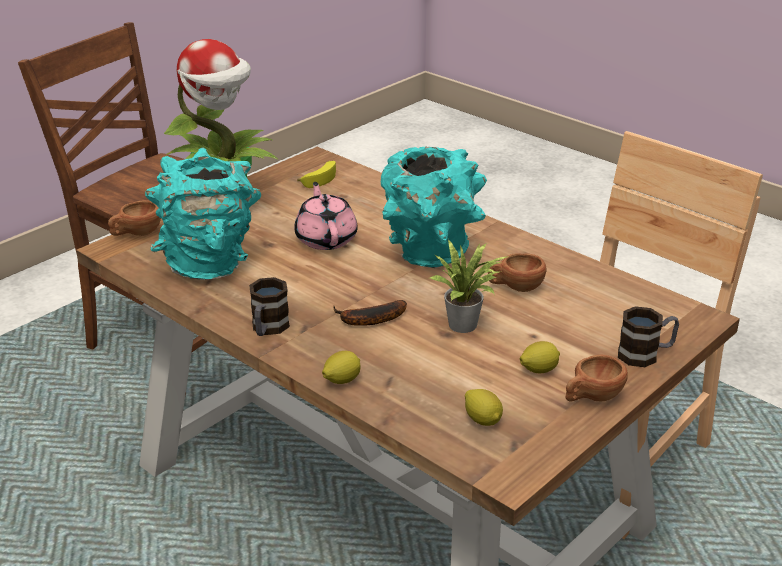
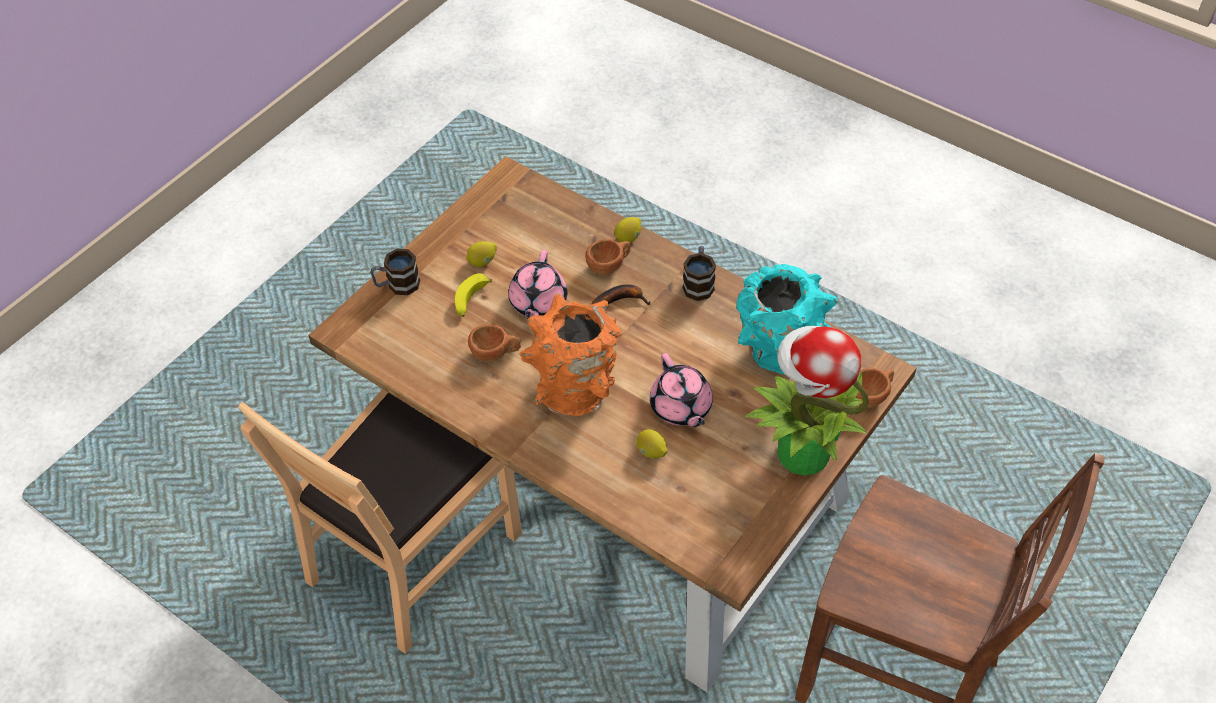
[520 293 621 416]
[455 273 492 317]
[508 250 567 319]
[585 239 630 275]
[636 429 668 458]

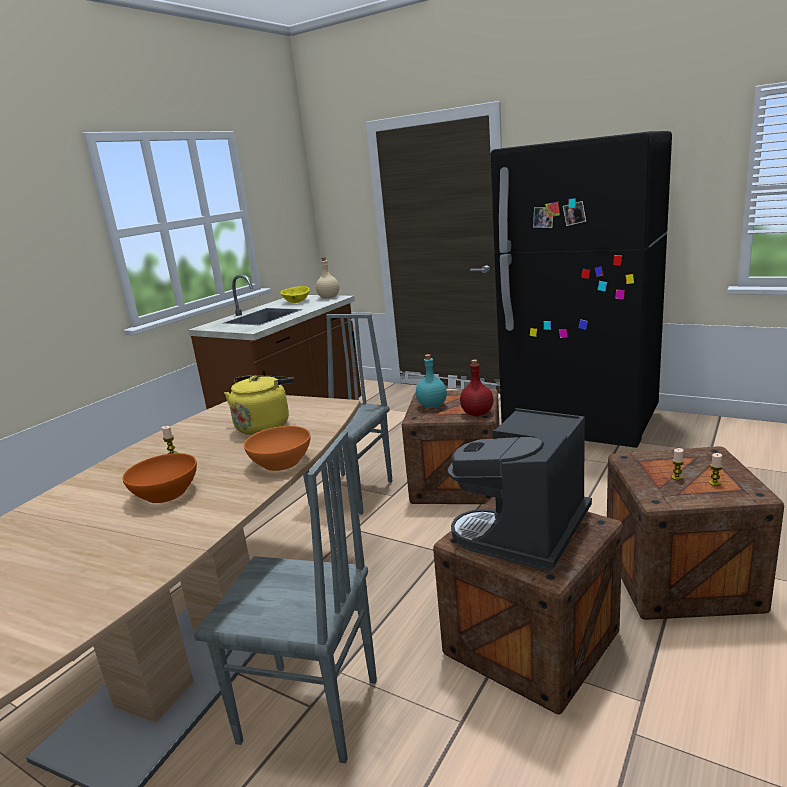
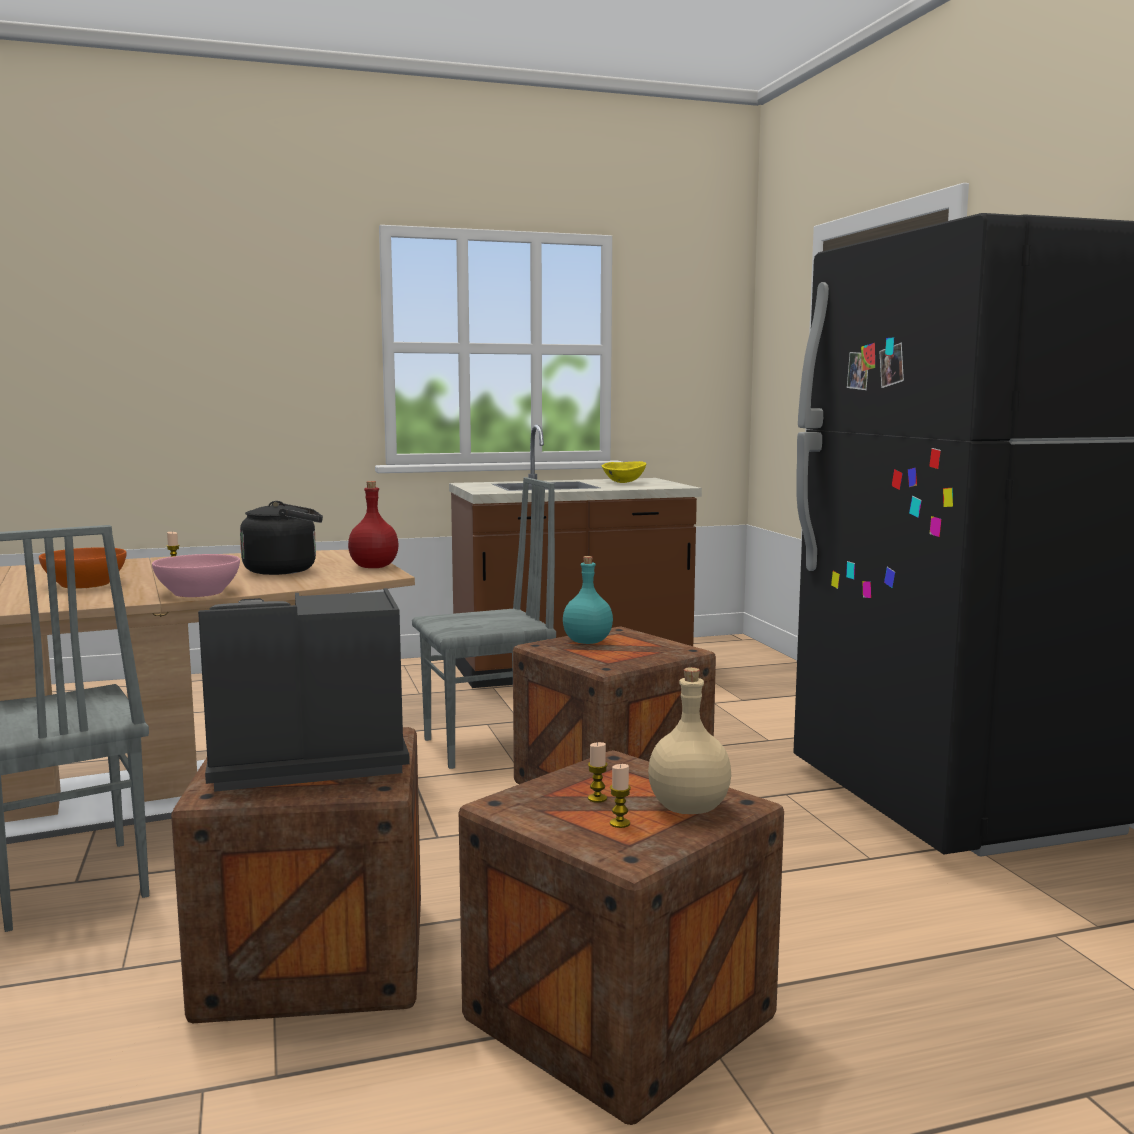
[648 667 731 814]
[348 481 399 568]
[240 501 323 575]
[152 554 240 597]

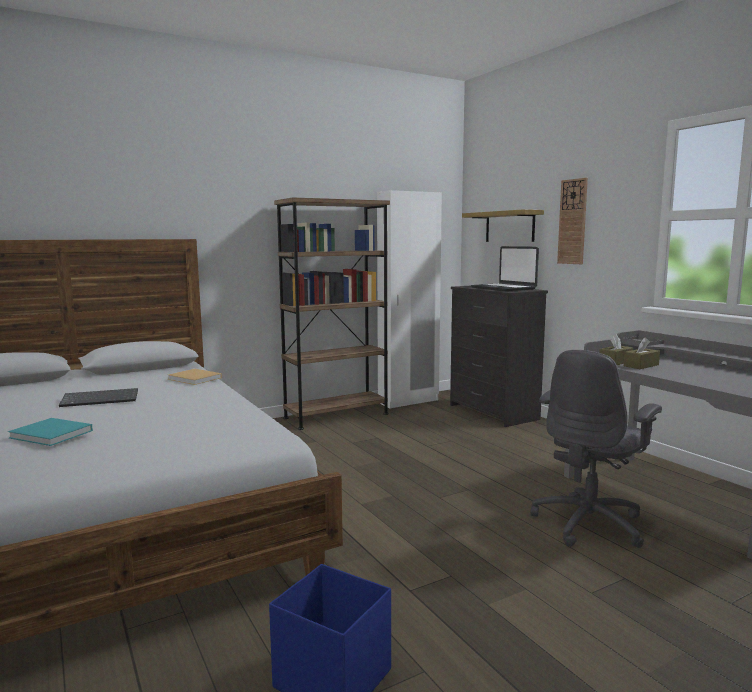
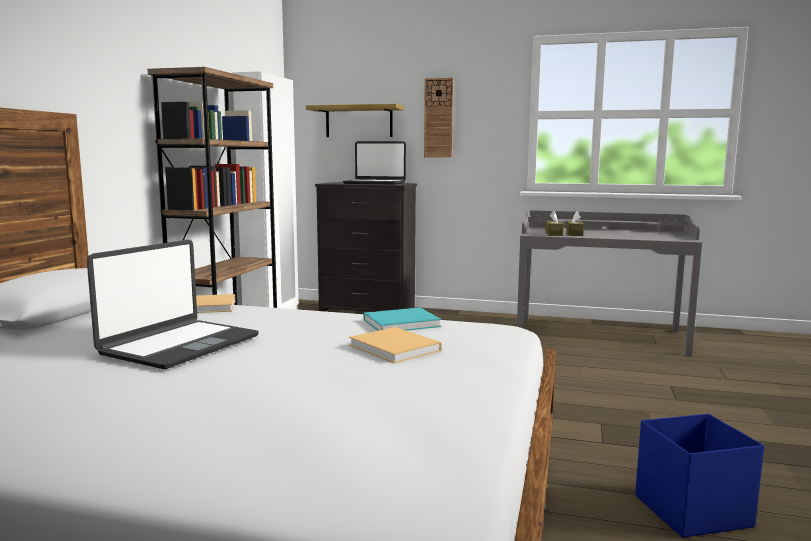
[530 350 662 548] (first image)
[87 240 259 369]
[364 307 441 331]
[349 327 442 363]

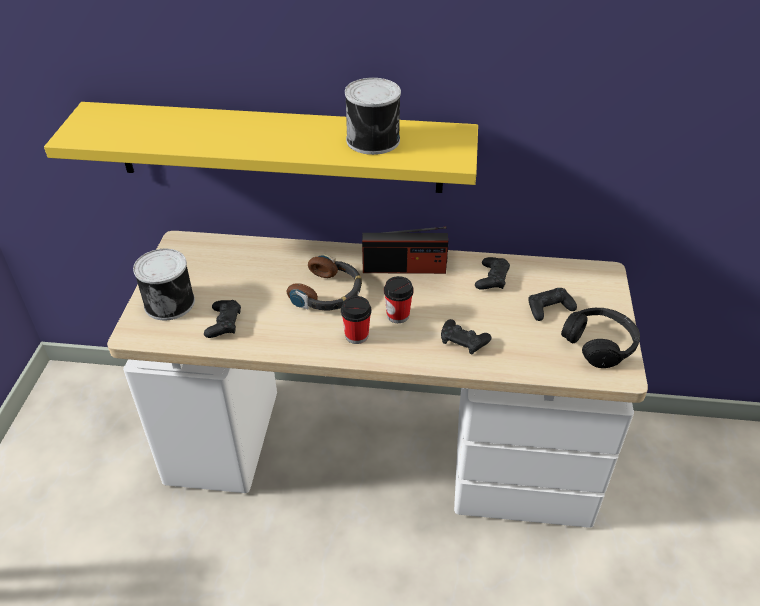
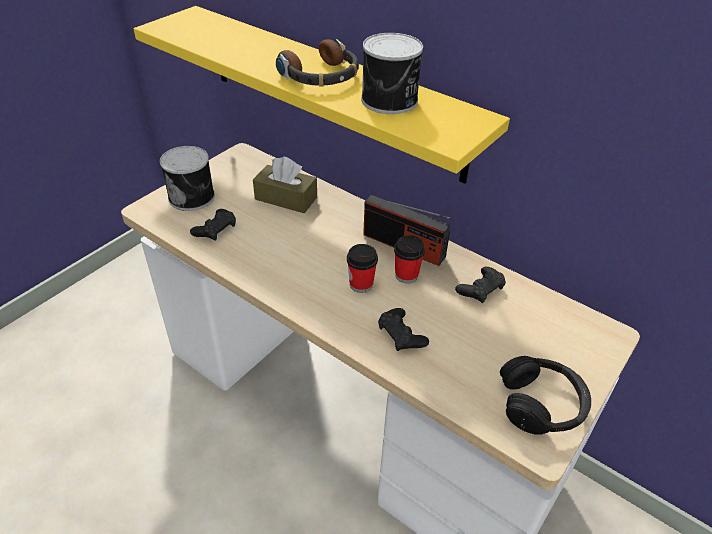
[276 39 359 87]
[528 288 577 321] (first image)
[394 235 425 284]
[253 157 317 213]

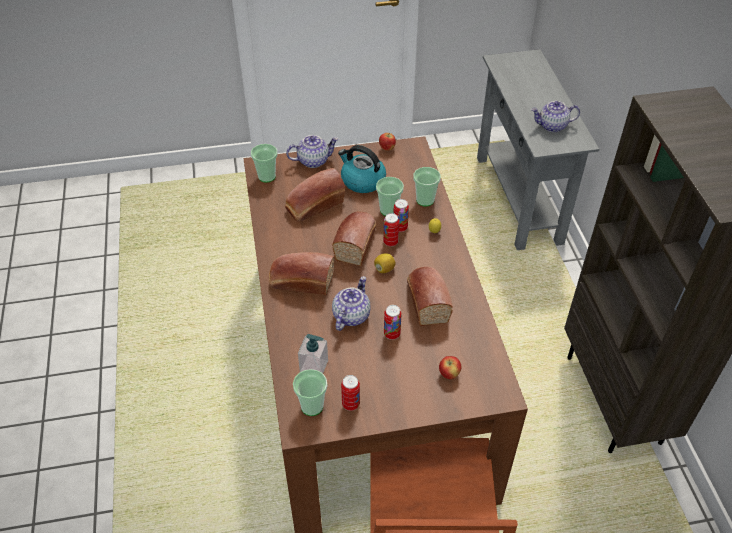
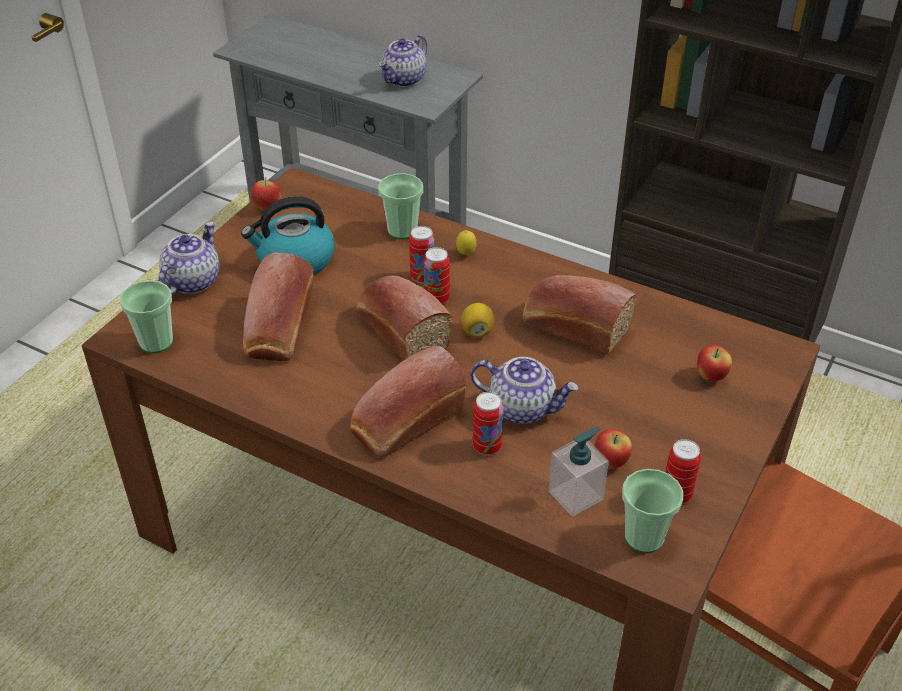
[376 177 404 216] (first image)
[471 357 579 424]
[473 392 504 455]
[595 429 632 469]

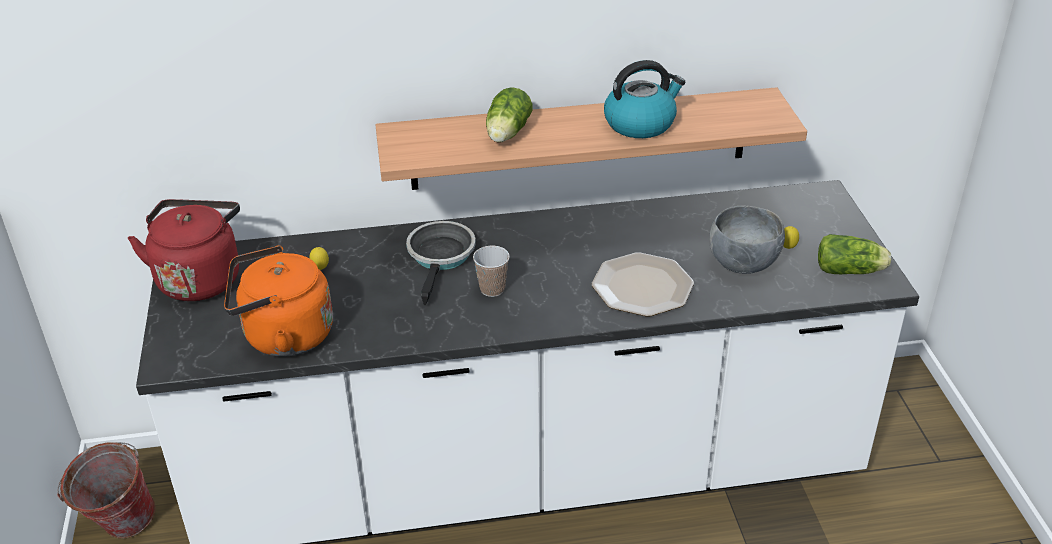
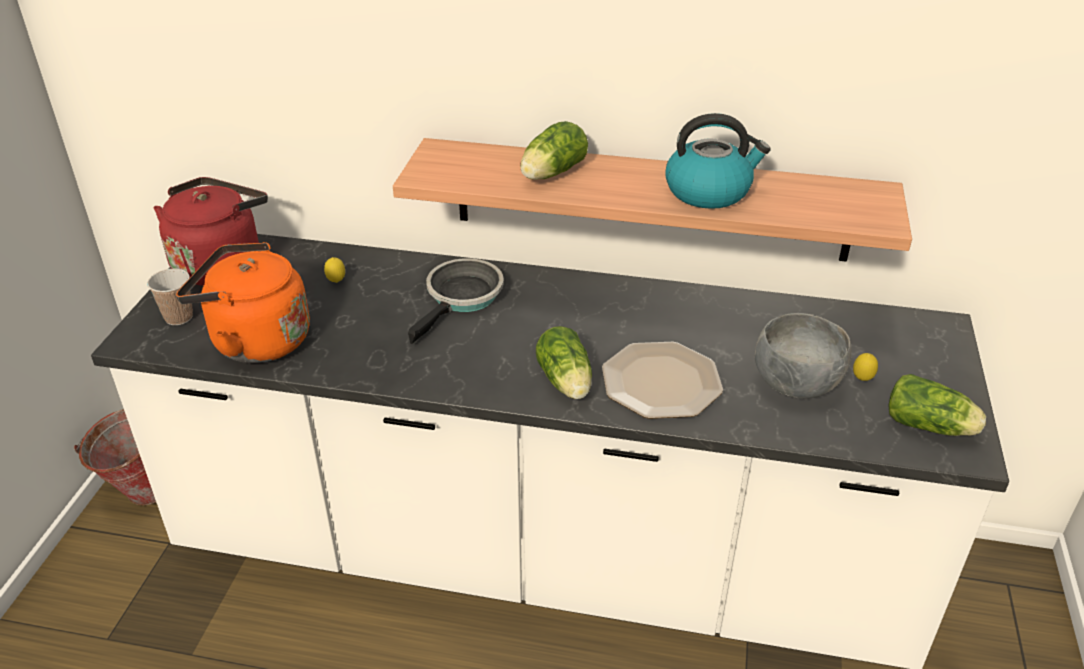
[147 269 193 325]
[536 326 592 399]

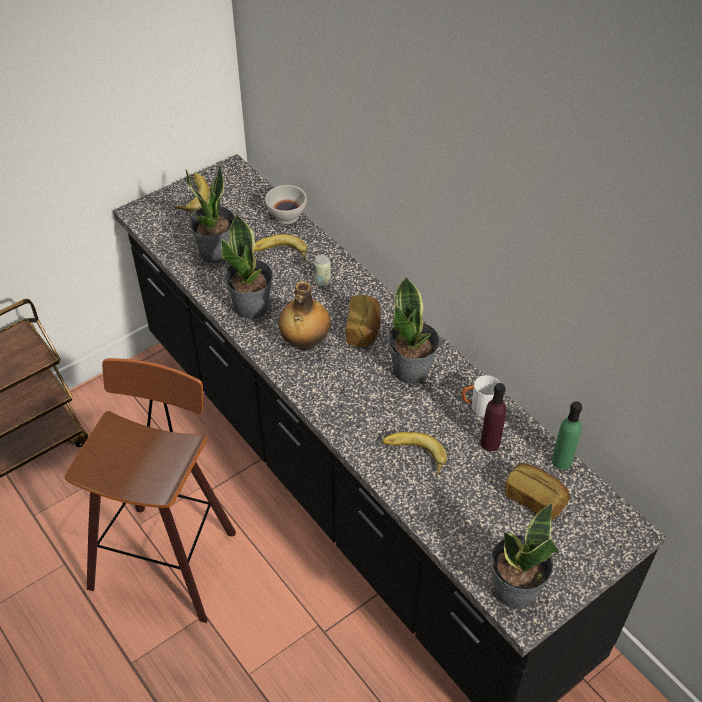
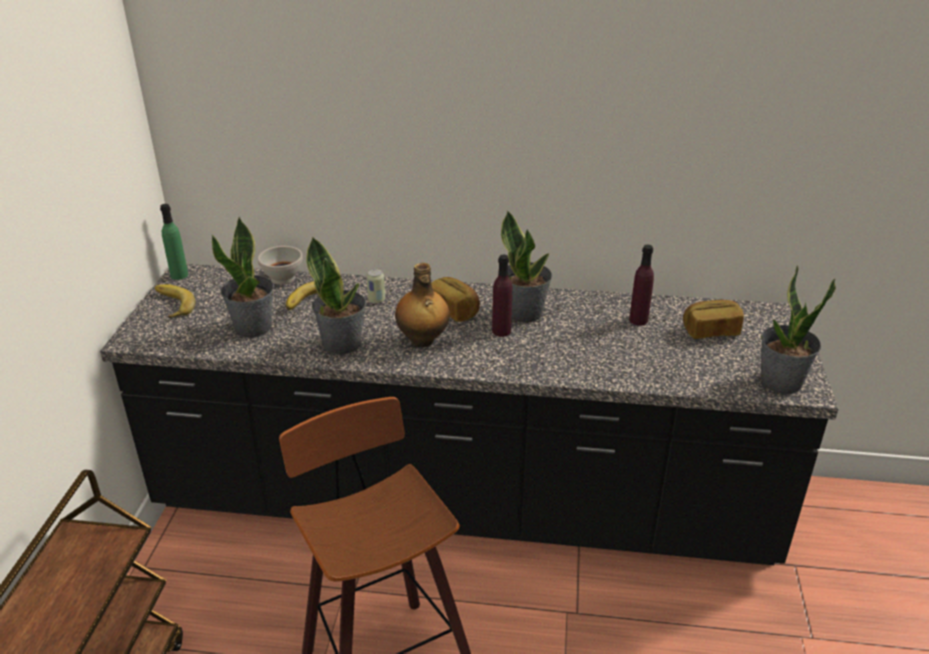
[462 375 500 417] (first image)
[160 204 188 280]
[382 432 447 475] (first image)
[492 255 512 337]

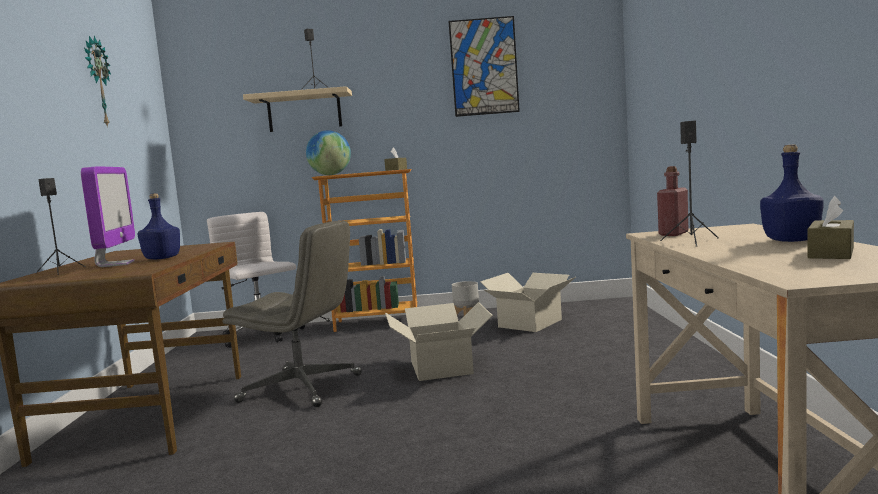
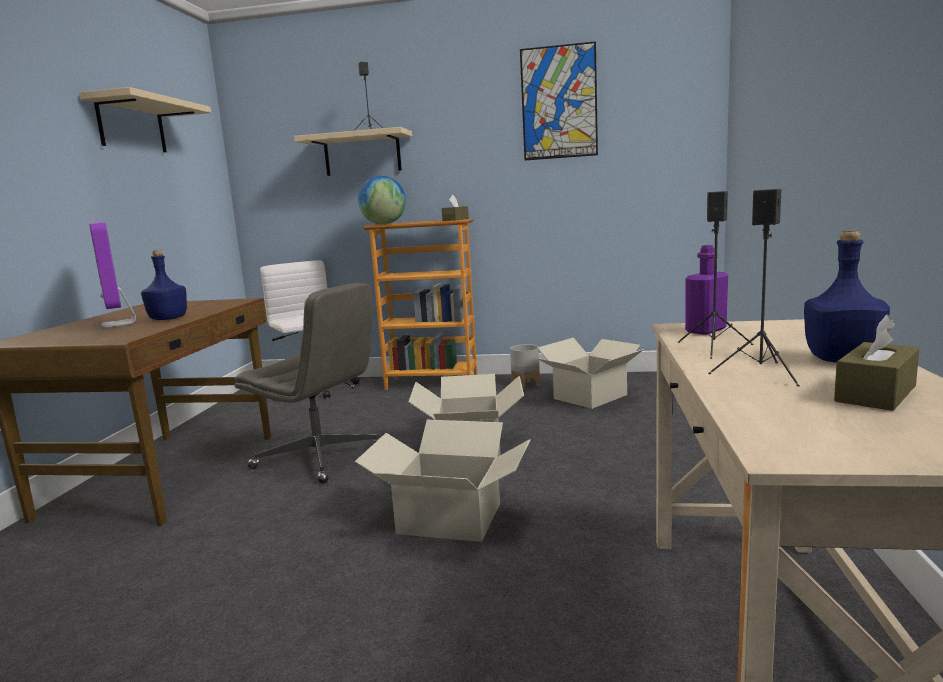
[79 87 211 152]
[89 222 136 328]
[685 245 728 335]
[708 189 800 387]
[355 420 530 542]

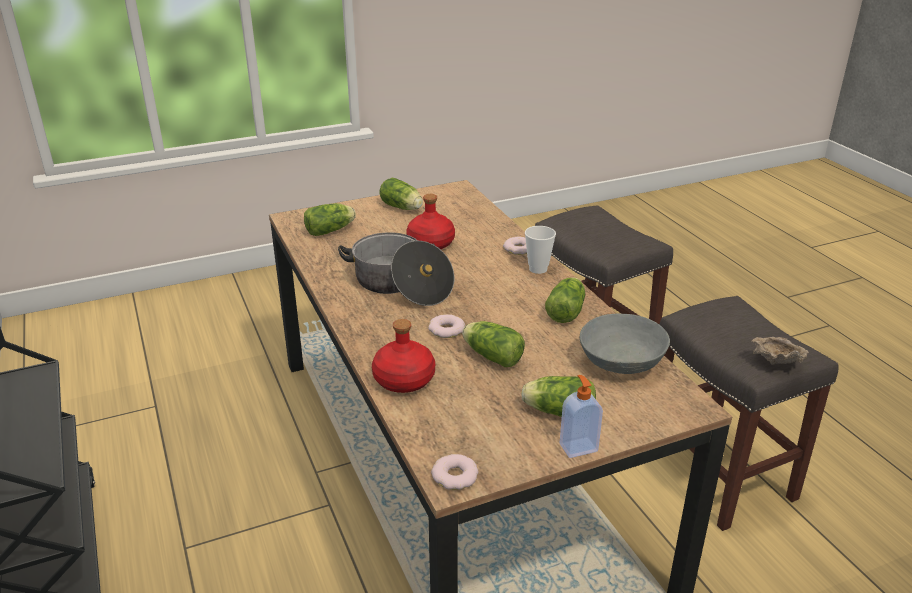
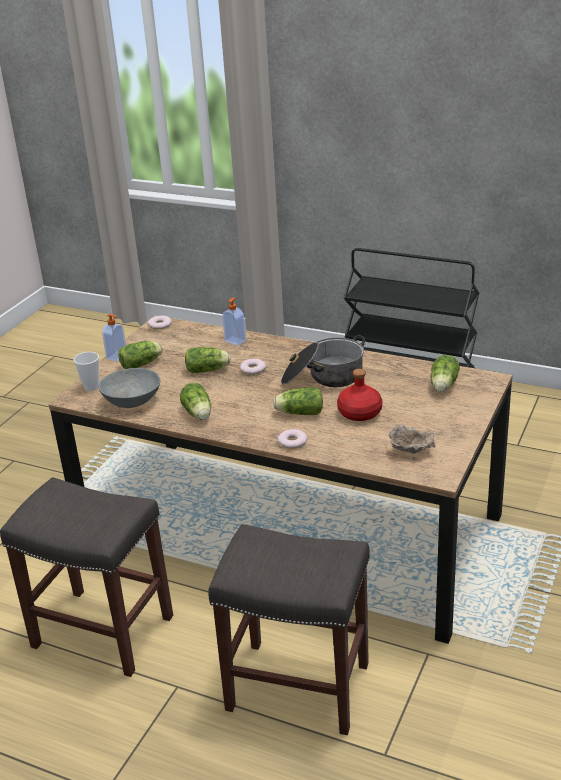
[273 387 323 415]
[73 352 99 391]
[222 297 246 346]
[389 424 435 453]

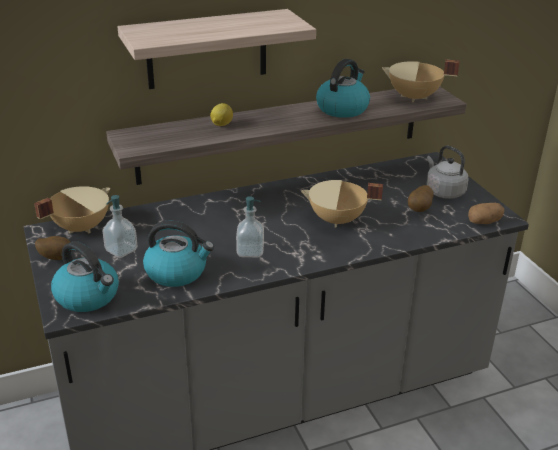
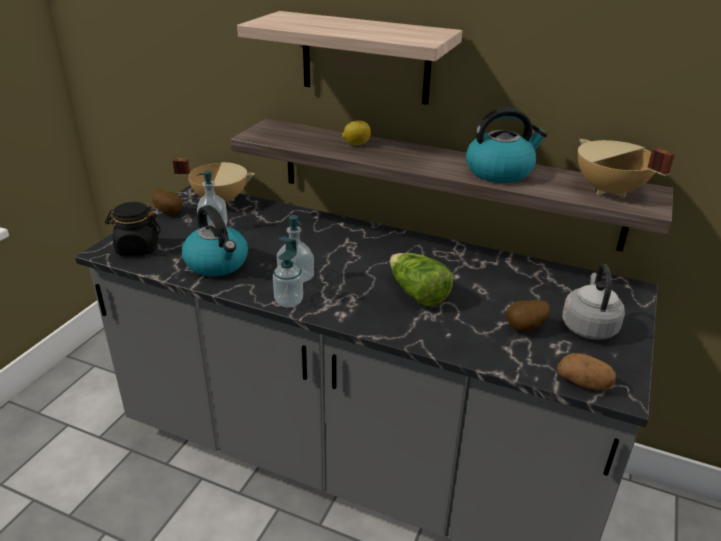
[390 253 453 306]
[105 202 161 255]
[273 236 303 308]

